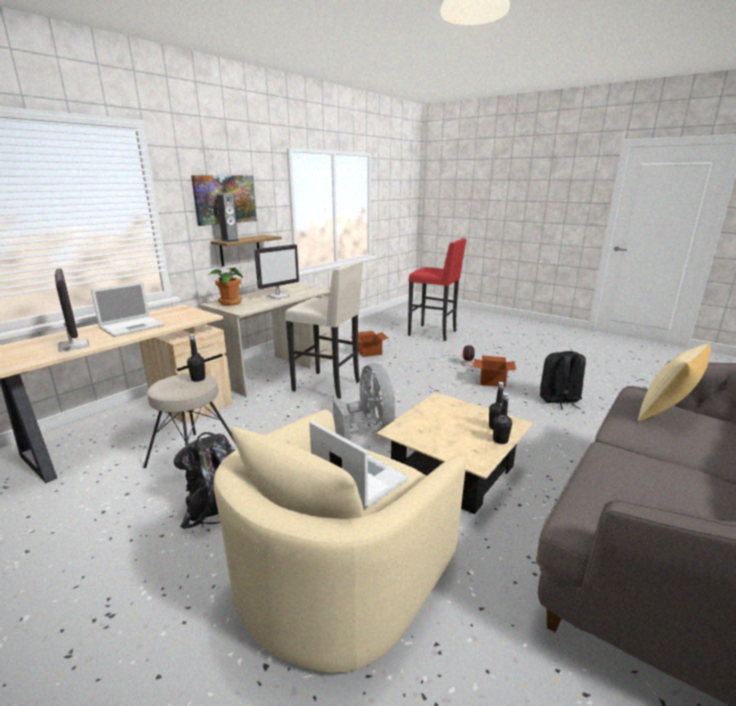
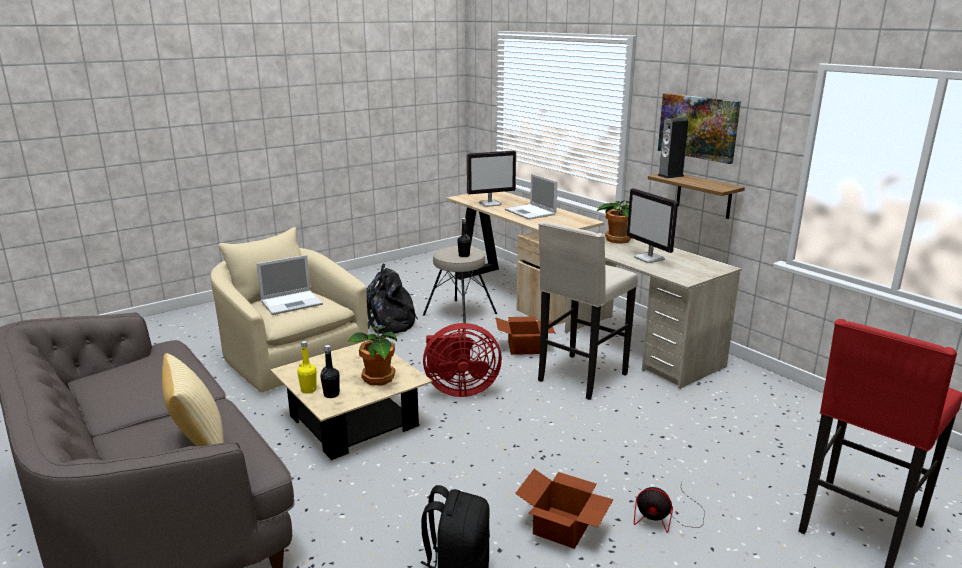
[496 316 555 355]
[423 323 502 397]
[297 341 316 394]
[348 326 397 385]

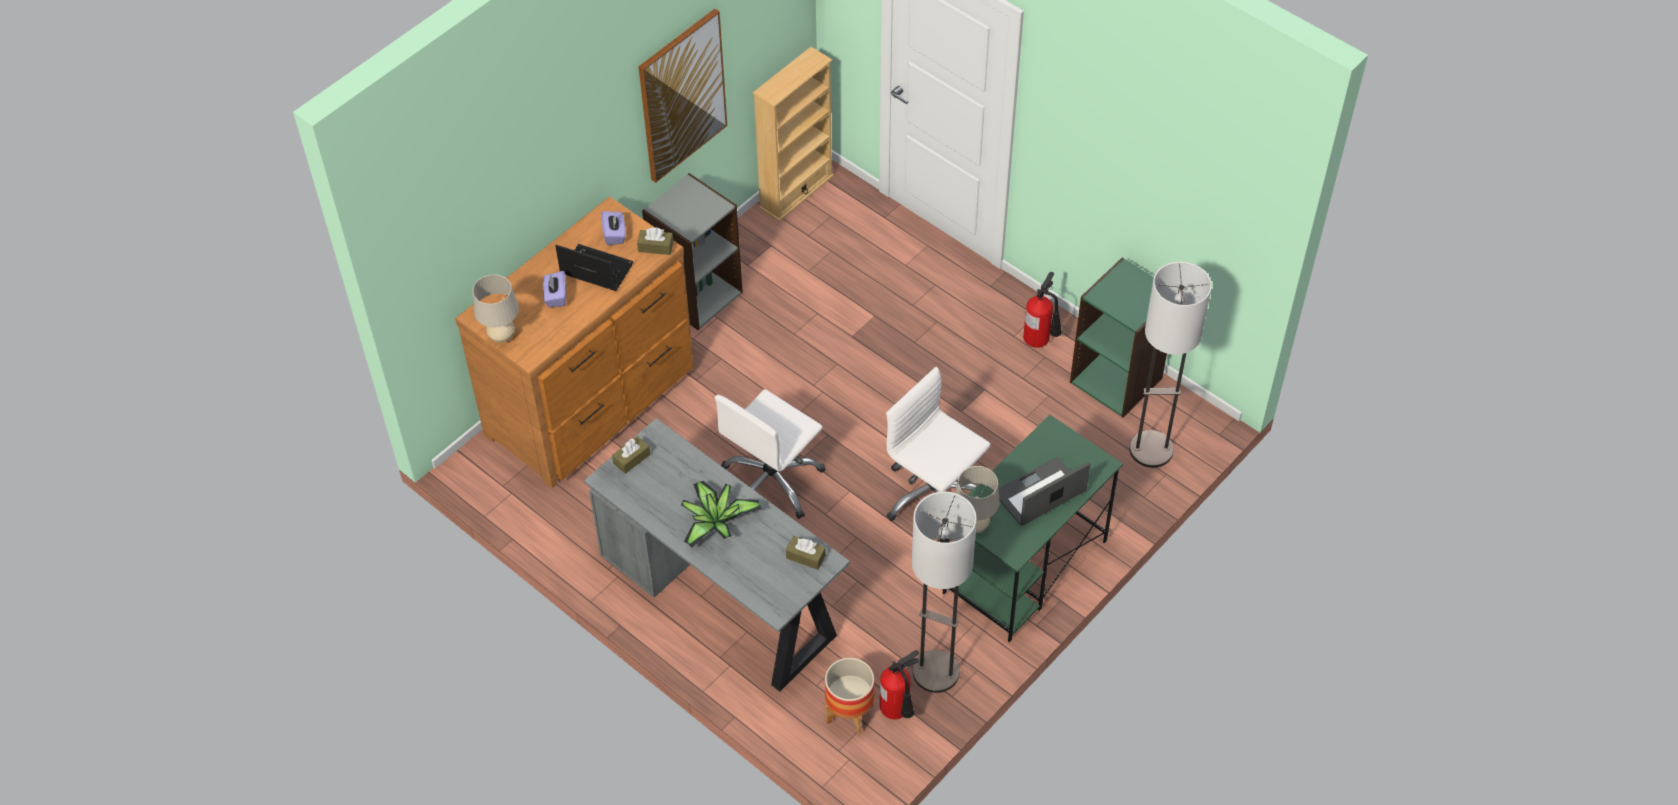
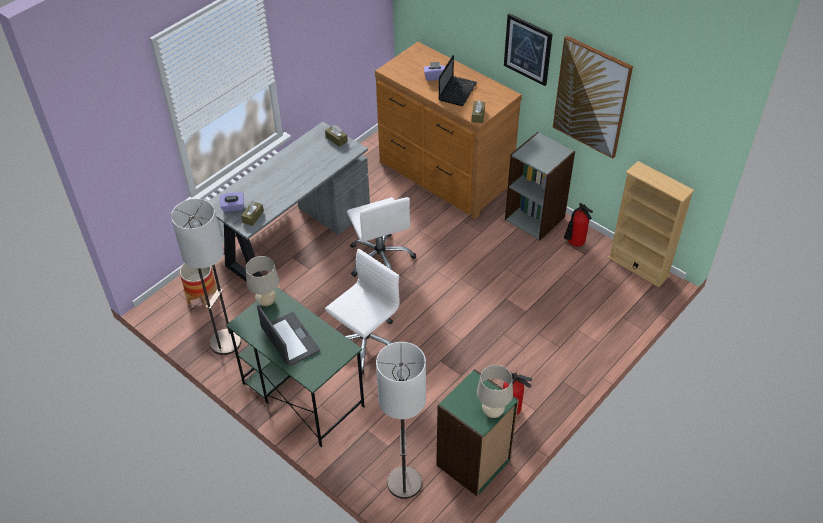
[219 192 244 212]
[477 365 513 418]
[347 197 416 277]
[681 481 761 547] (first image)
[564 203 593 247]
[504 13 553 86]

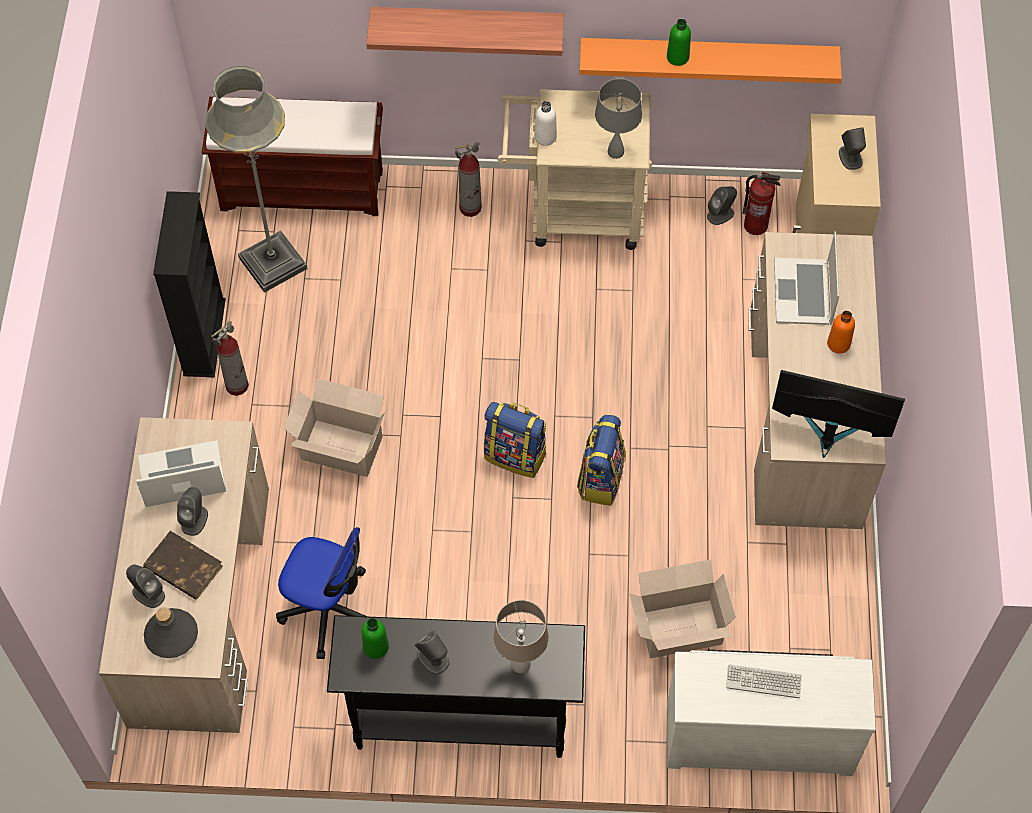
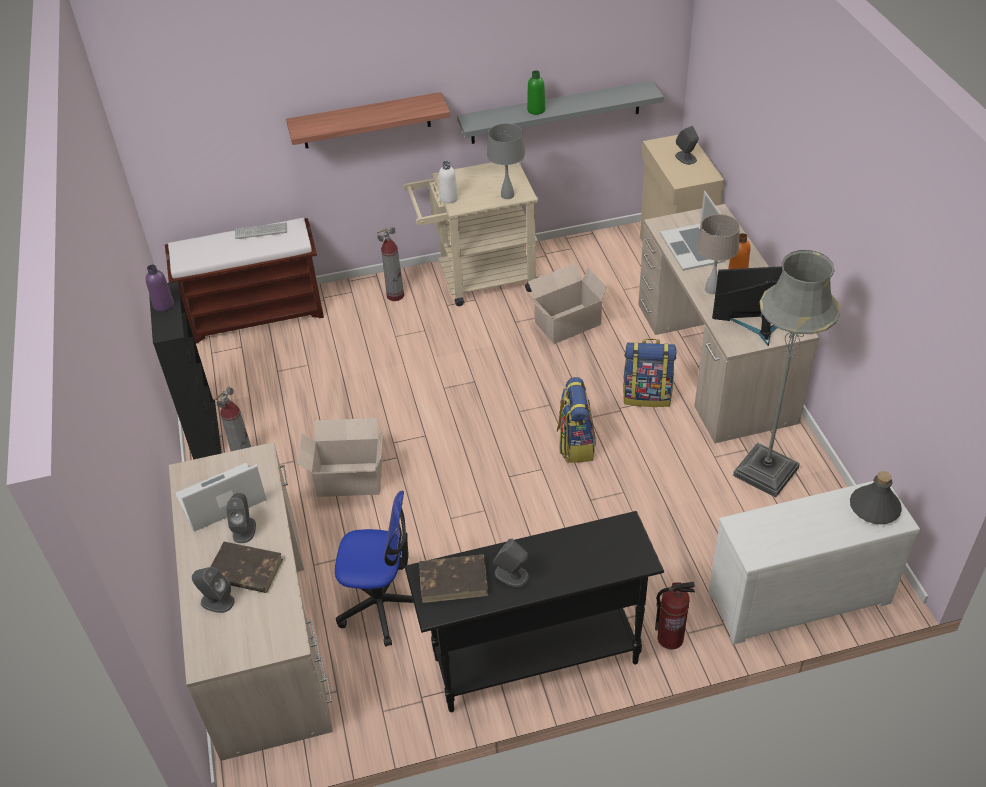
[457 81 664 144]
[733 250 840 498]
[655 582 695 649]
[707 187 737 225] (first image)
[623 339 676 407]
[527 263 609 344]
[696 214 740 294]
[850 471 902 524]
[419 554 488 603]
[235 222 287 239]
[146 265 174 311]

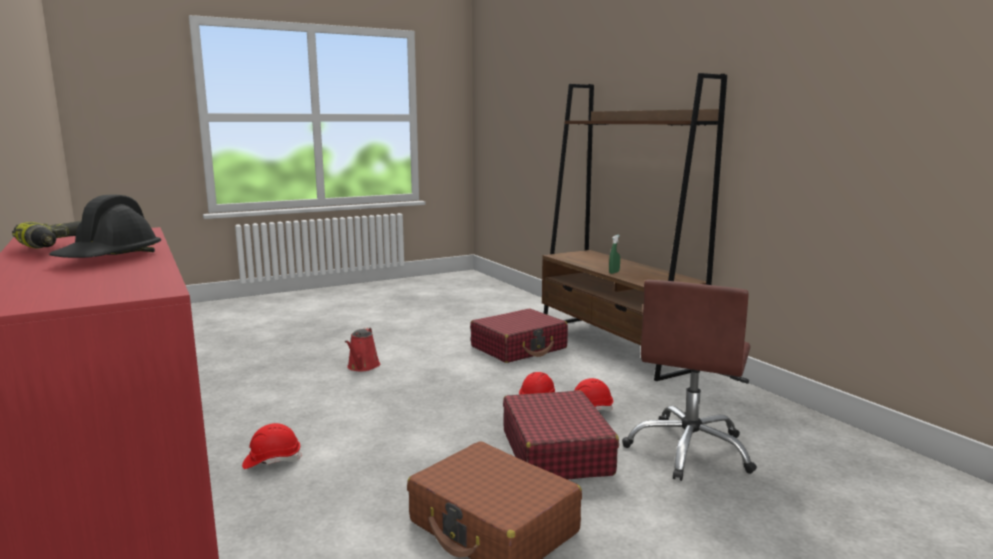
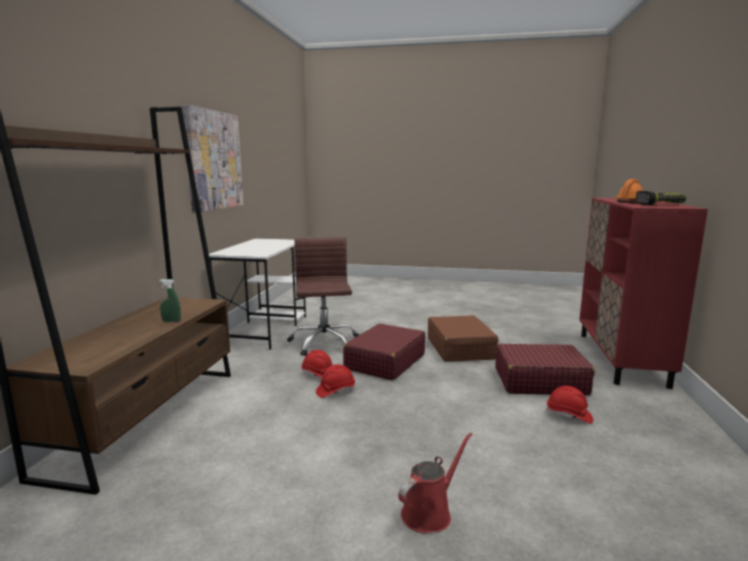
[615 179 643 203]
[287 237 359 356]
[495 344 595 395]
[183 105 243 213]
[209 238 306 350]

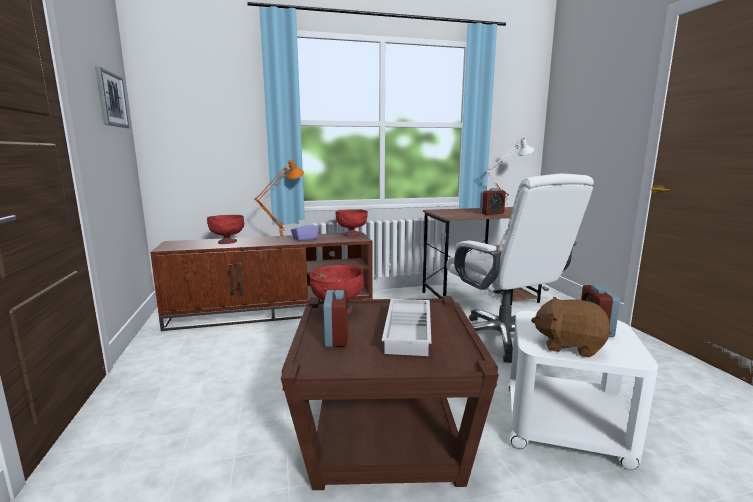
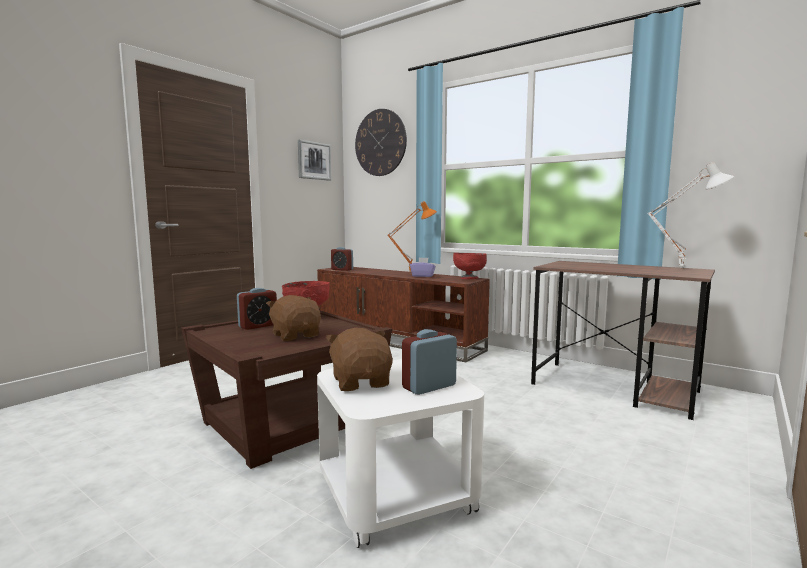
[446 174 594 363] (first image)
[331 247 353 271]
[207 215 244 244] (first image)
[266 295 321 341]
[355 109 407 176]

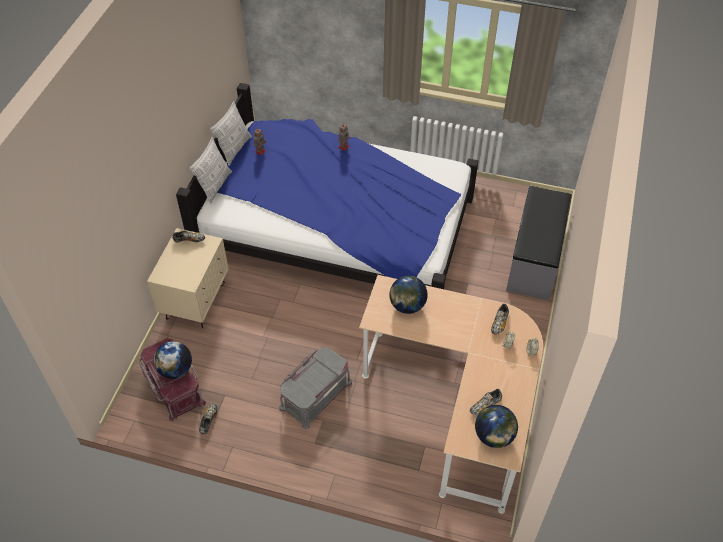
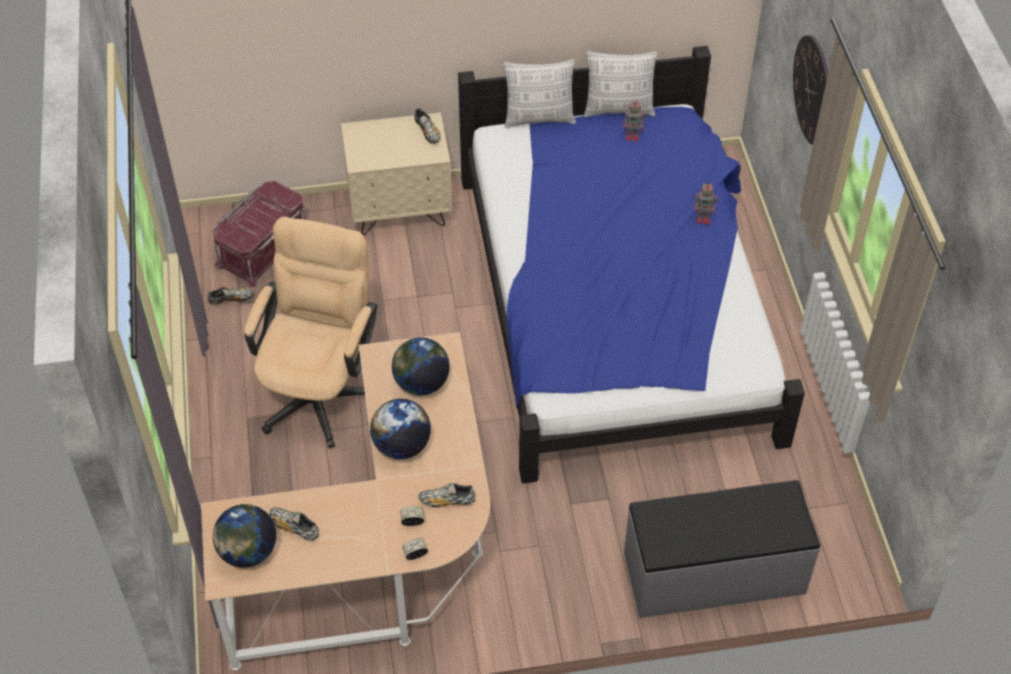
[370 399 431 459]
[244 217 377 449]
[793 35 828 145]

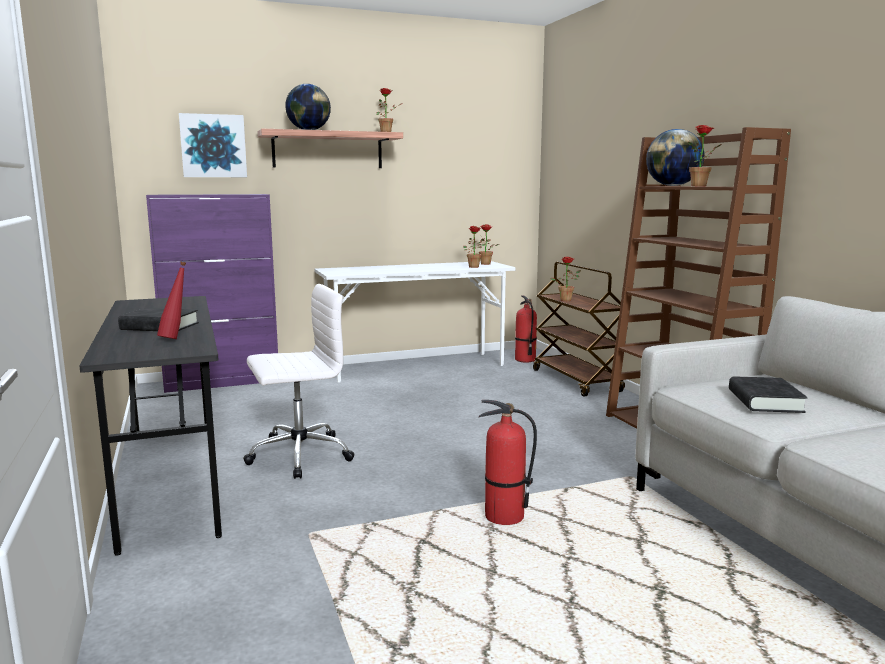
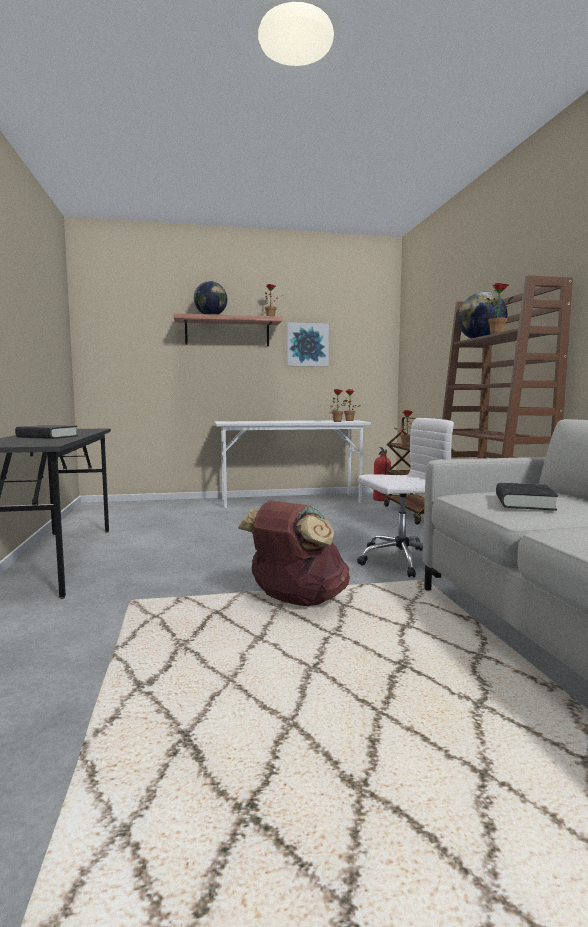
[287 322 329 367]
[146 194 278 393] (first image)
[157 262 186 339] (first image)
[357 418 454 578]
[238 500 350 606]

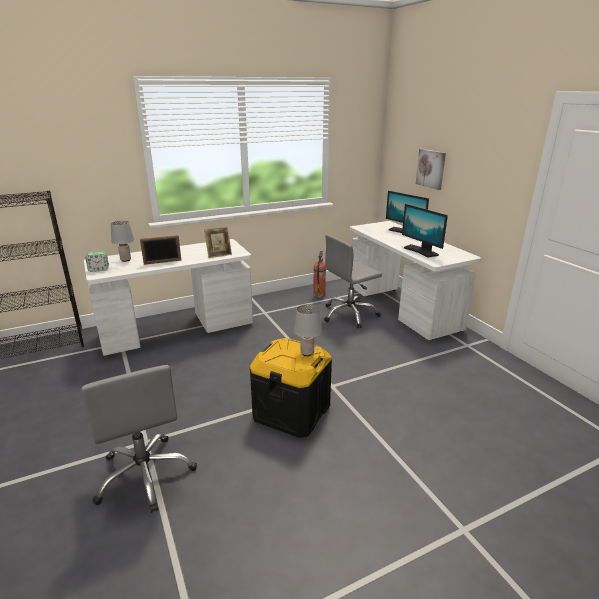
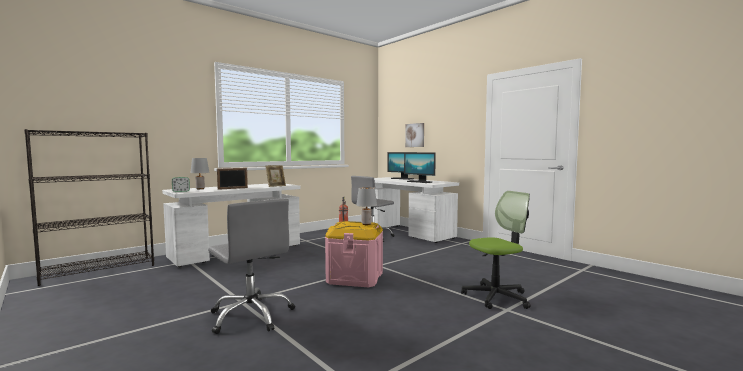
[325 221 383 287]
[461 191 531 309]

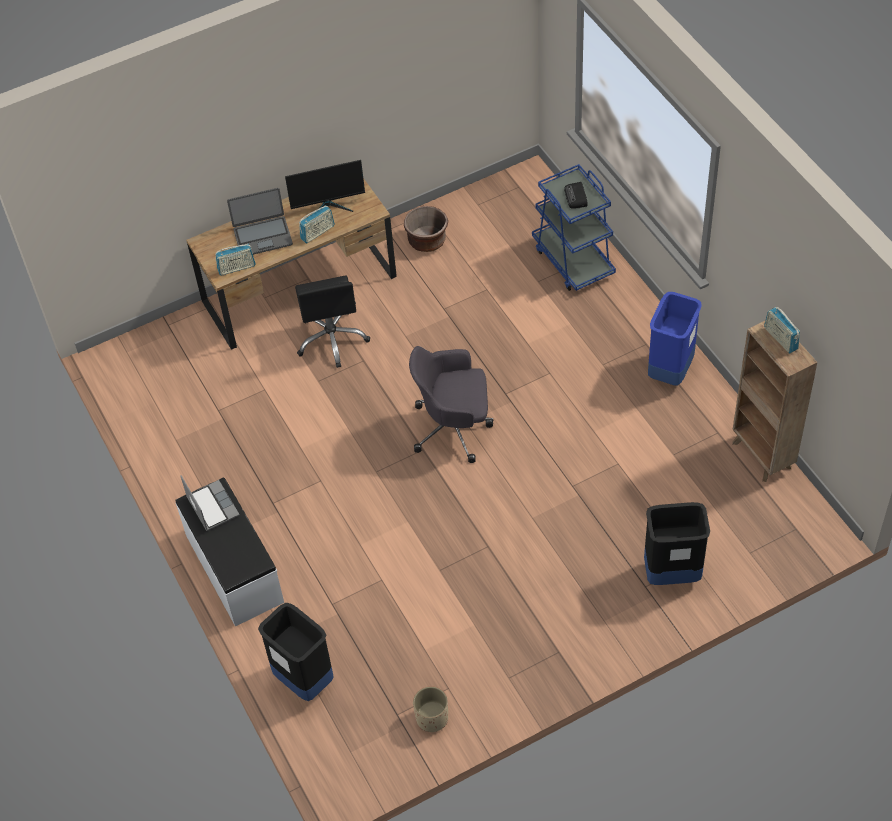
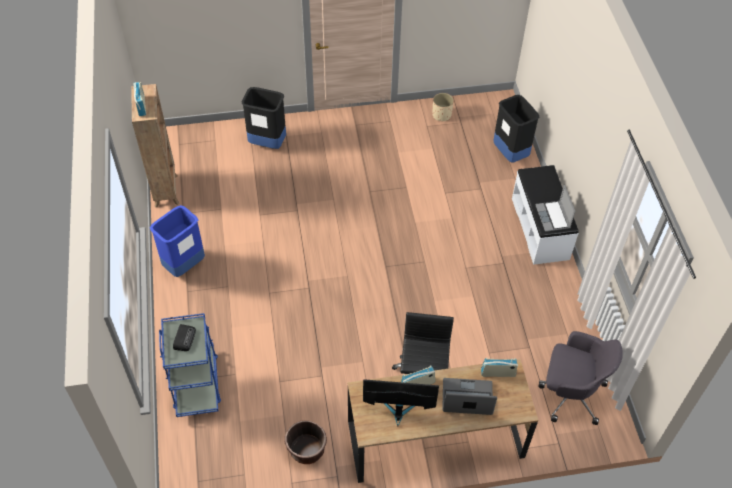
[538 331 623 425]

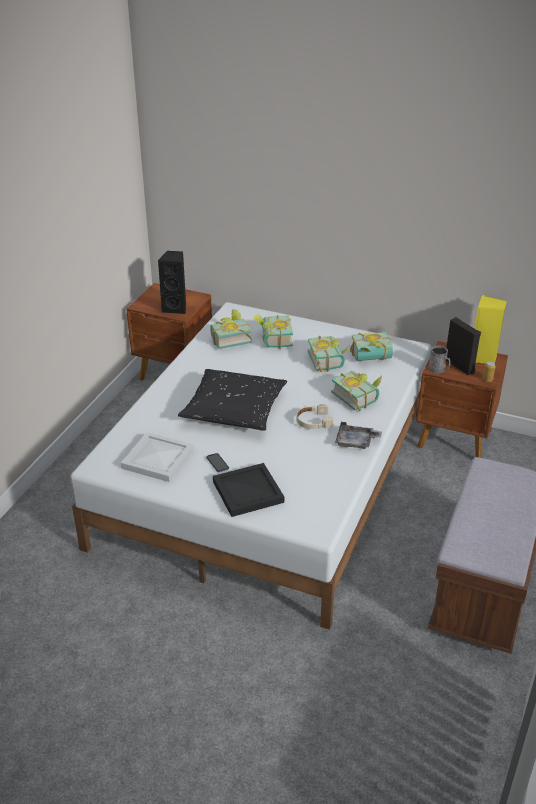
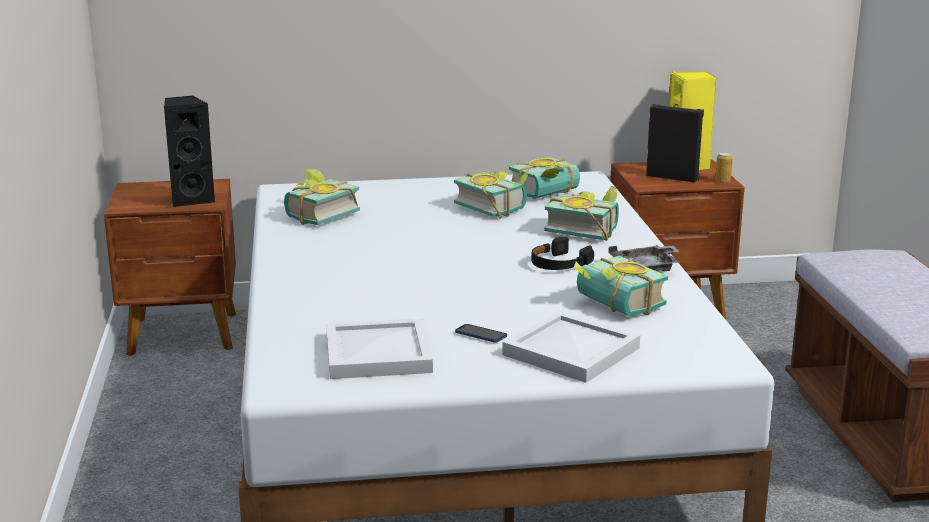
[574 256 668 317]
[429 346 450 373] (first image)
[178 369 287 431] (first image)
[531 237 594 270]
[502 311 640 383]

